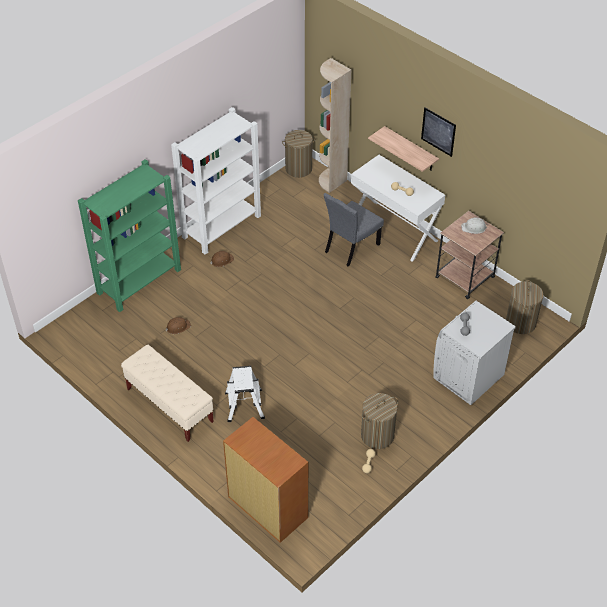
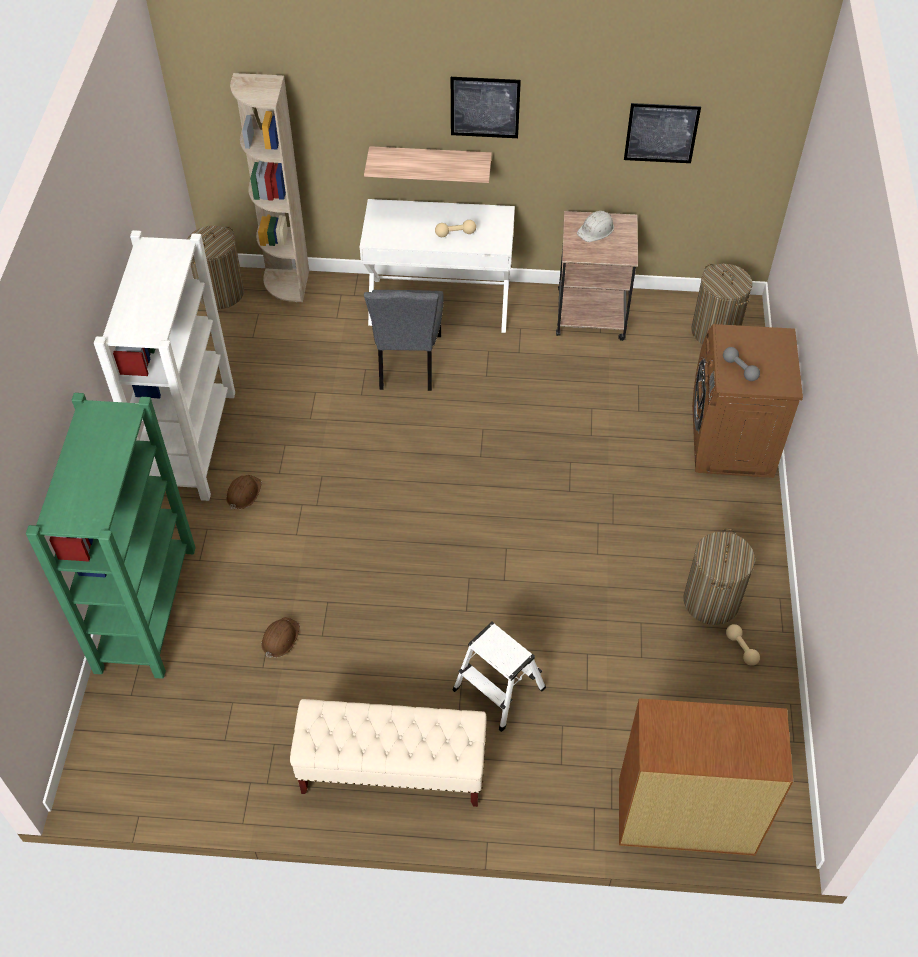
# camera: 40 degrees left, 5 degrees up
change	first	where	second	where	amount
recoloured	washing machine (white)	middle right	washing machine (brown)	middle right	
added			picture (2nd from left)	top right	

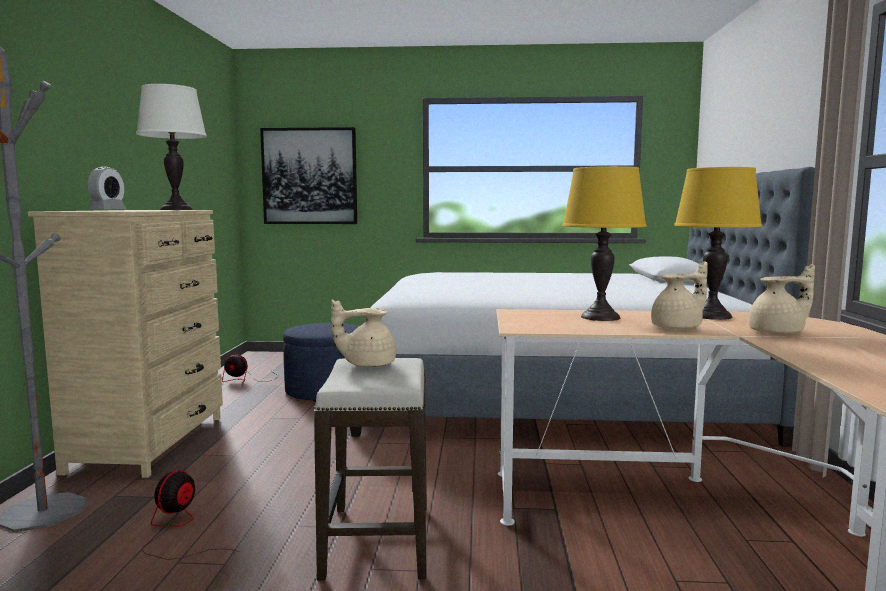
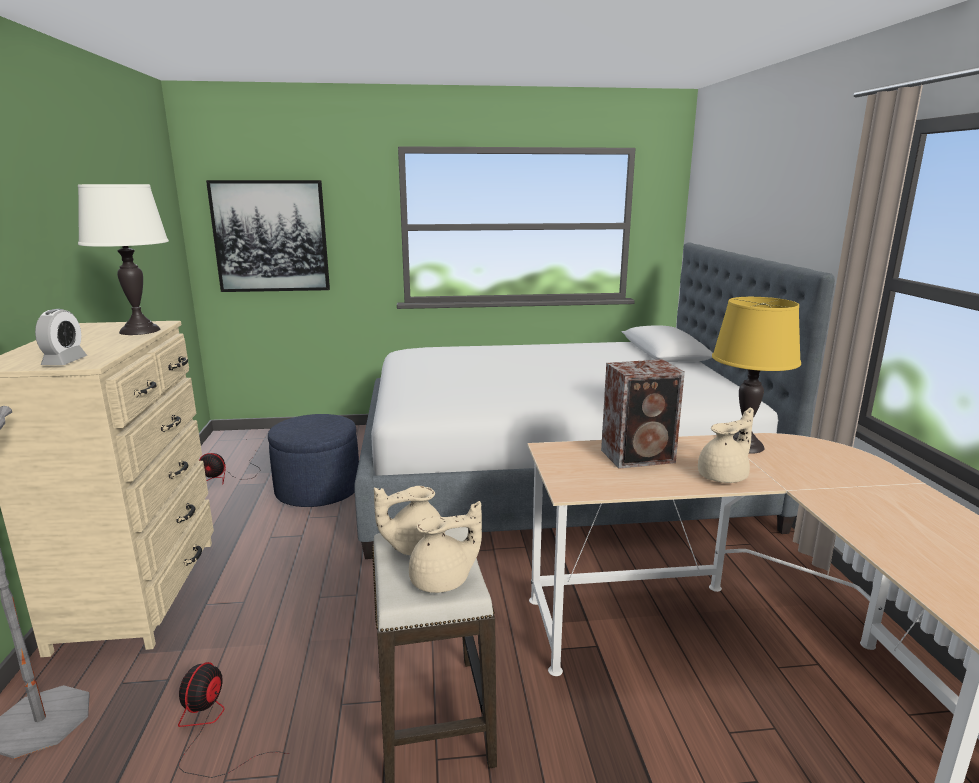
# camera: 10 degrees left, 10 degrees up
change	first	where	second	where	amount
replaced	table lamp (yellow) (1st from left)	middle right	speaker	centre	
moved	teapot (beige) (3rd from left in the first image)	middle right	teapot (beige) (2nd from left)	bottom centre	

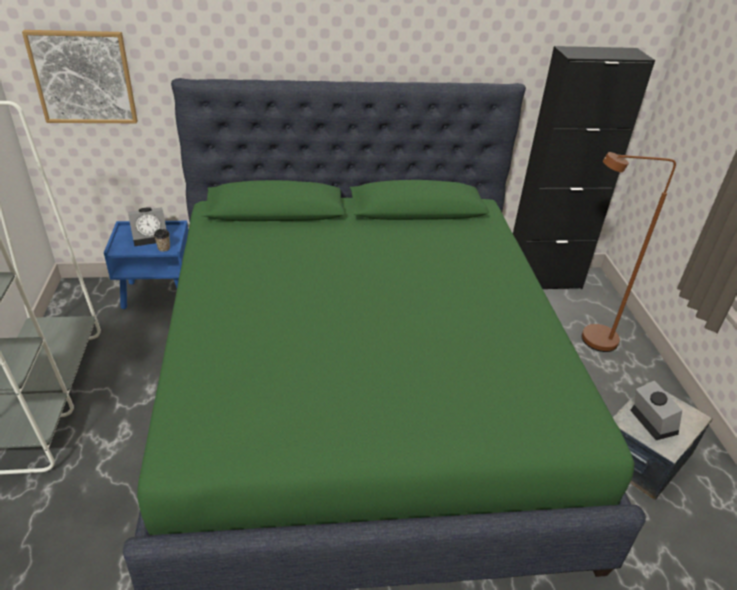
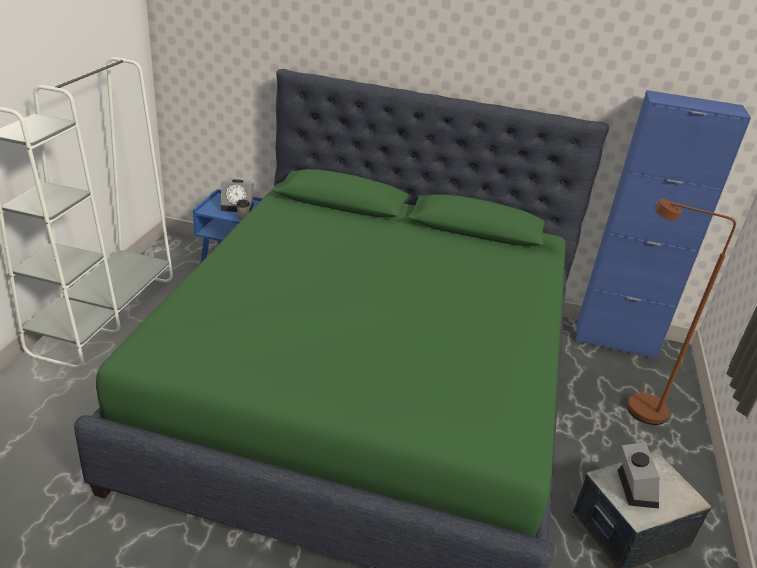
# camera: 20 degrees right, 5 degrees down
change	first	where	second	where	amount
removed	picture	top left			
recoloured	cabinet (black)	top right	cabinet (blue)	middle right	

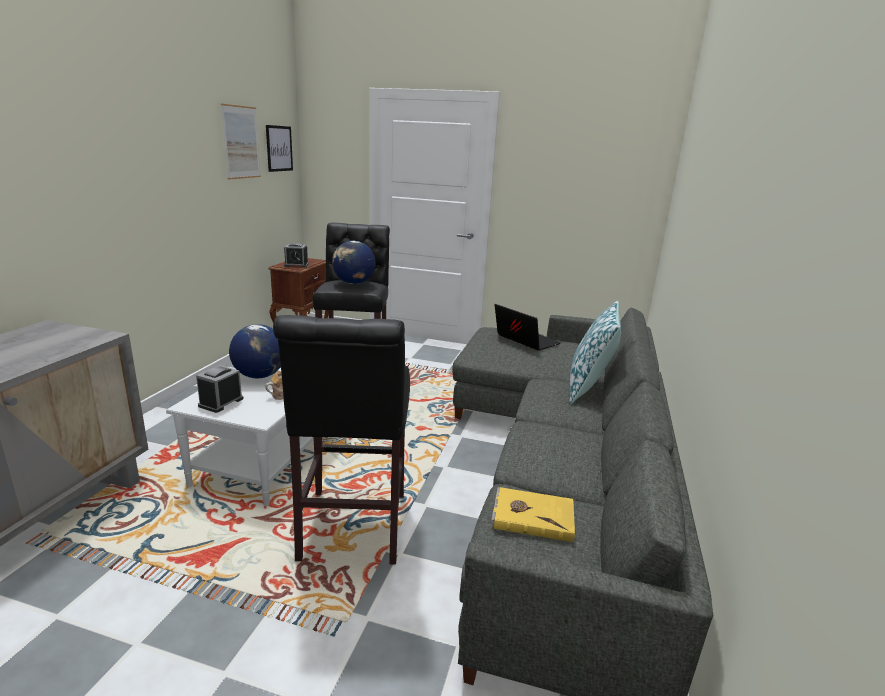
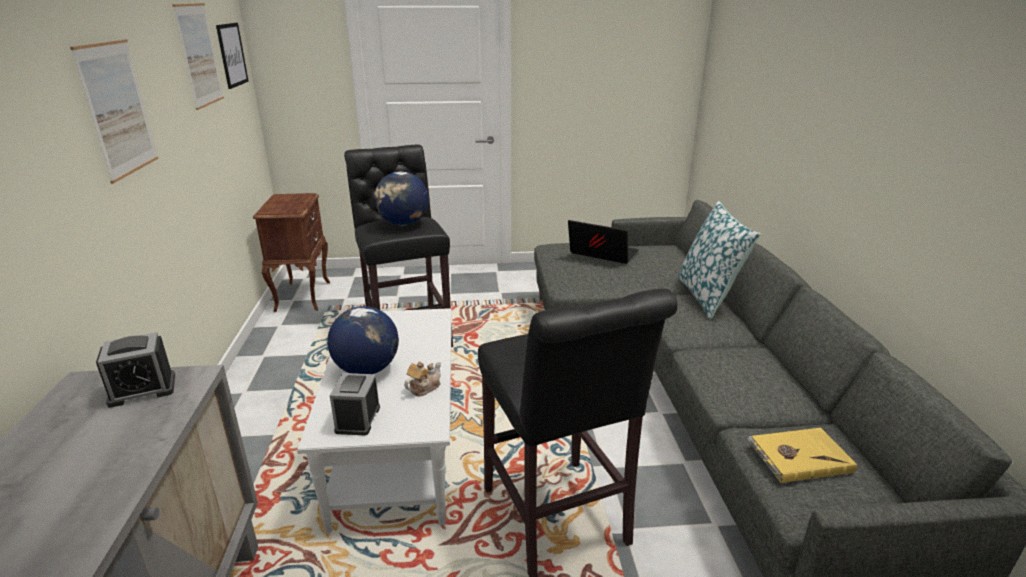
# camera: 20 degrees left, 5 degrees up
change	first	where	second	where	amount
moved	alarm clock (2nd from left in the first image)	centre	alarm clock (1st from left)	middle left	
added			picture (1st from left)	top left	

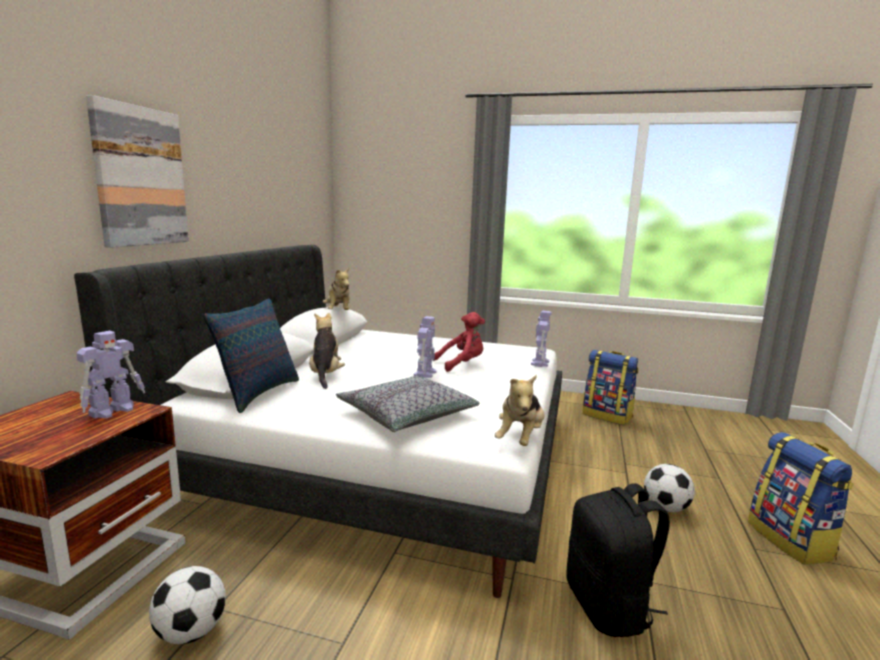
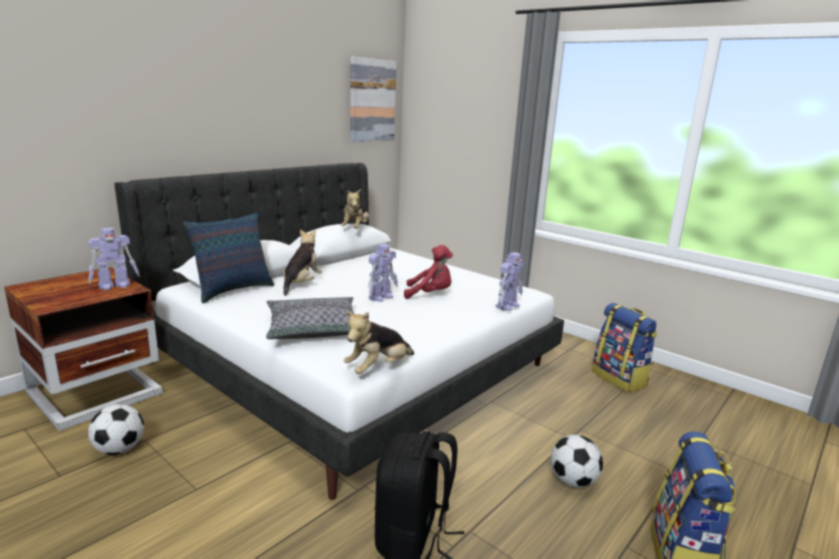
# camera: 25 degrees right, 5 degrees up
change	first	where	second	where	amount
moved	picture	top left		top centre	

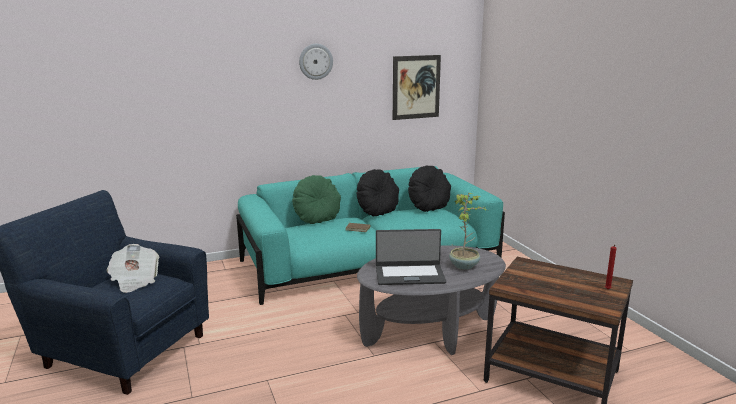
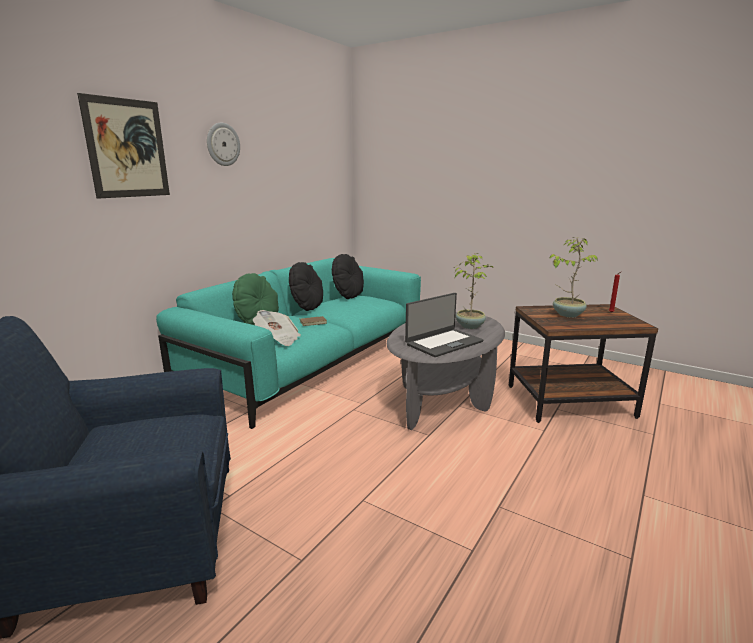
# camera: 35 degrees left, 0 degrees up
change	first	where	second	where	amount
moved	picture	top centre		top left	
moved	newspaper	middle left		centre	
added			potted plant (2nd from left)	middle right	

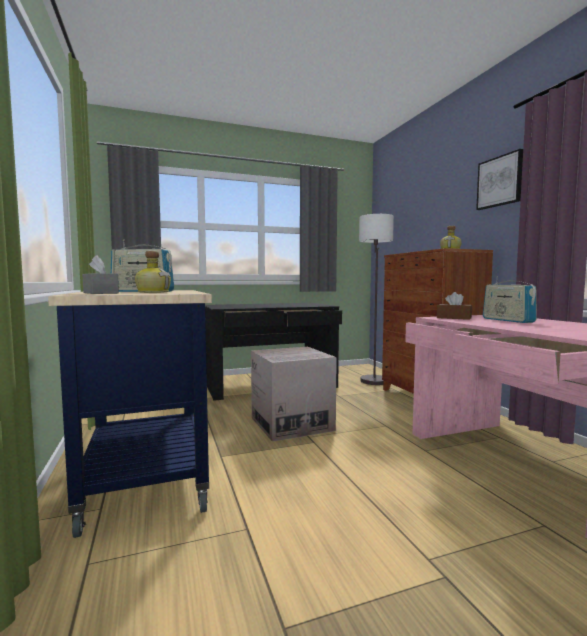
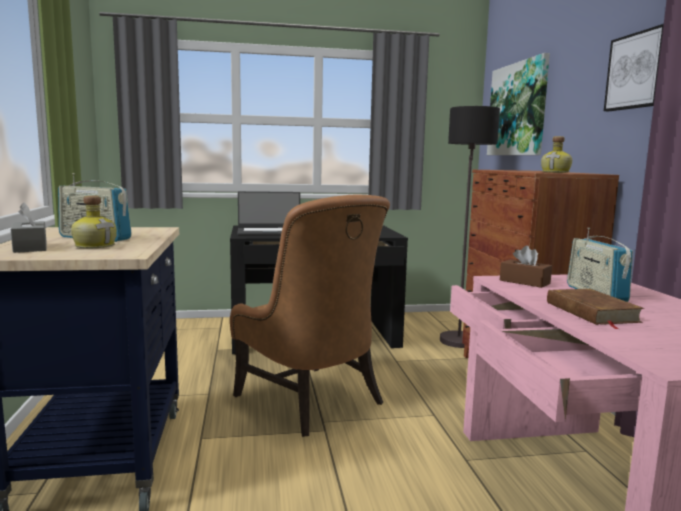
# camera: 10 degrees right, 5 degrees up
change	first	where	second	where	amount
recoloured	floor lamp (white)	centre	floor lamp (black)	middle right	
replaced	cardboard box	centre	chair (brown)	centre	
added			picture (1st from left)	top right	
added			laptop	centre	
added			book (brown)	middle right	

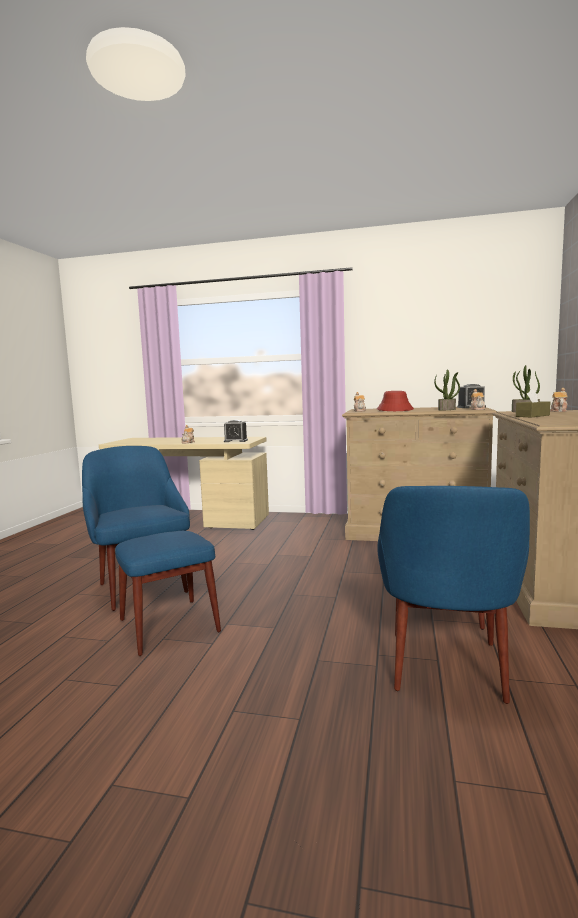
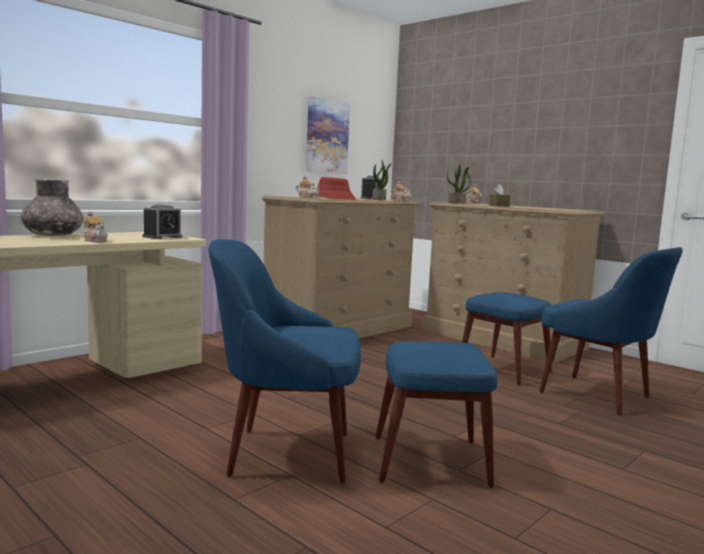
# camera: 60 degrees left, 0 degrees up
change	first	where	second	where	amount
added			picture	top centre	
added			vase (grey)	middle left	

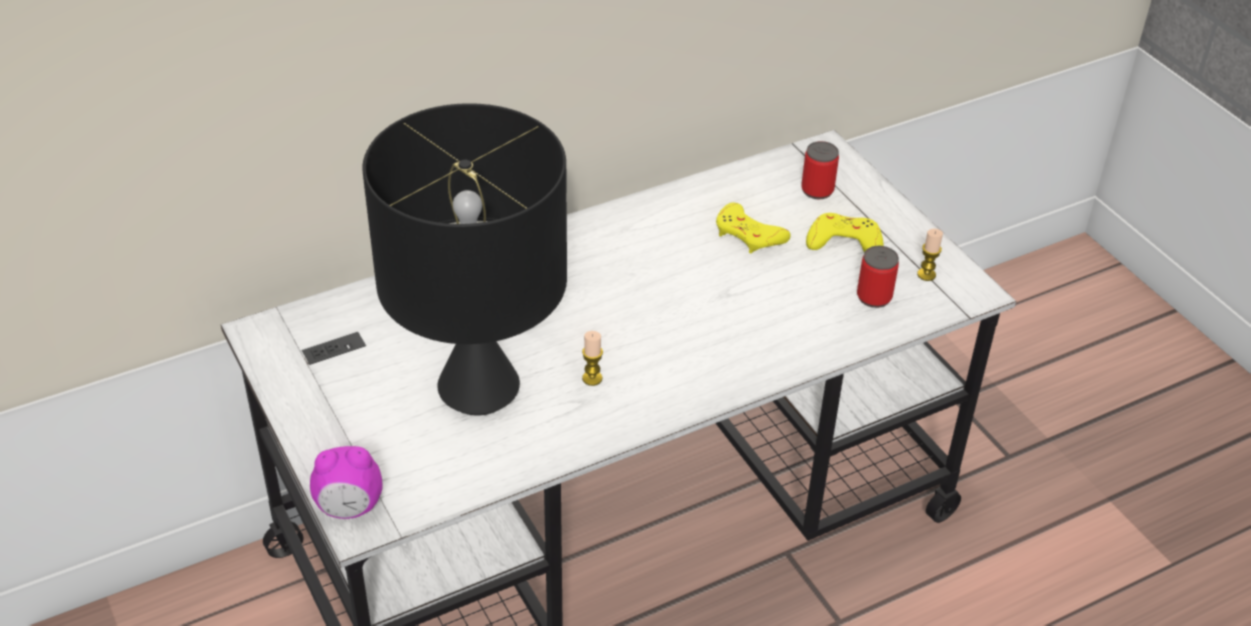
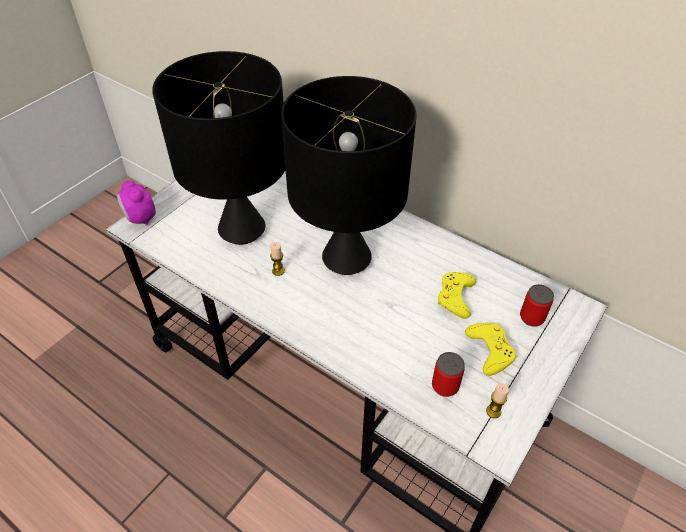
# camera: 65 degrees right, 5 degrees up
change	first	where	second	where	amount
added			table lamp (black) (2nd from left)	top centre	

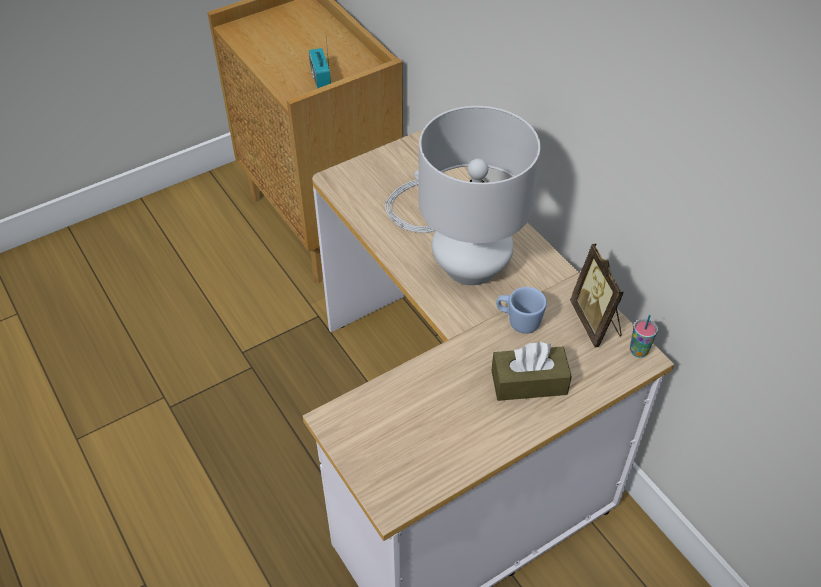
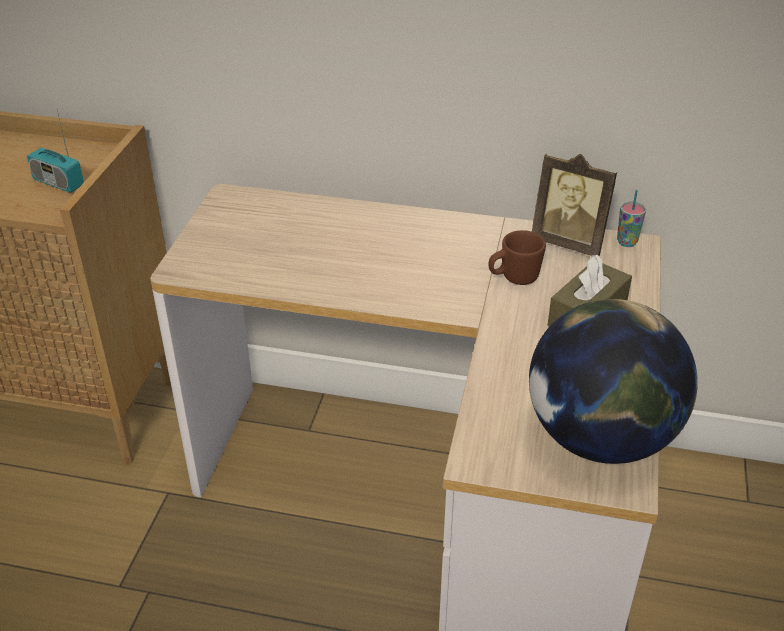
# camera: 45 degrees left, 10 degrees down
change	first	where	second	where	amount
removed	table lamp (white)	top centre			
recoloured	mug (blue)	centre	mug (brown)	centre	
added			globe	middle right	

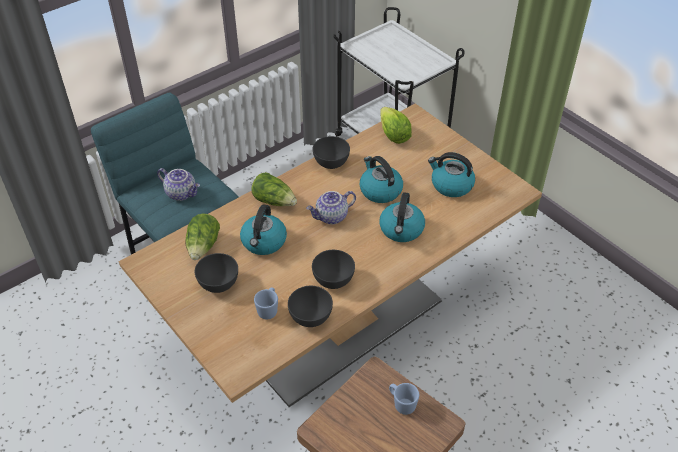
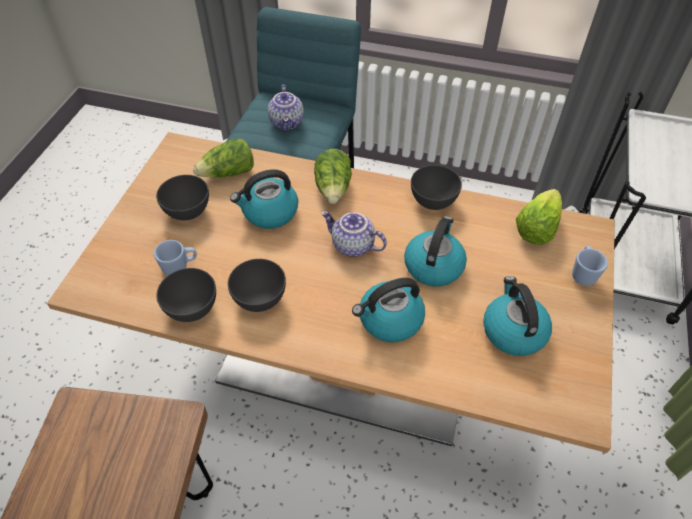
# camera: 55 degrees right, 5 degrees up
change	first	where	second	where	amount
moved	mug (blue) (2nd from left)	bottom centre		middle right	

